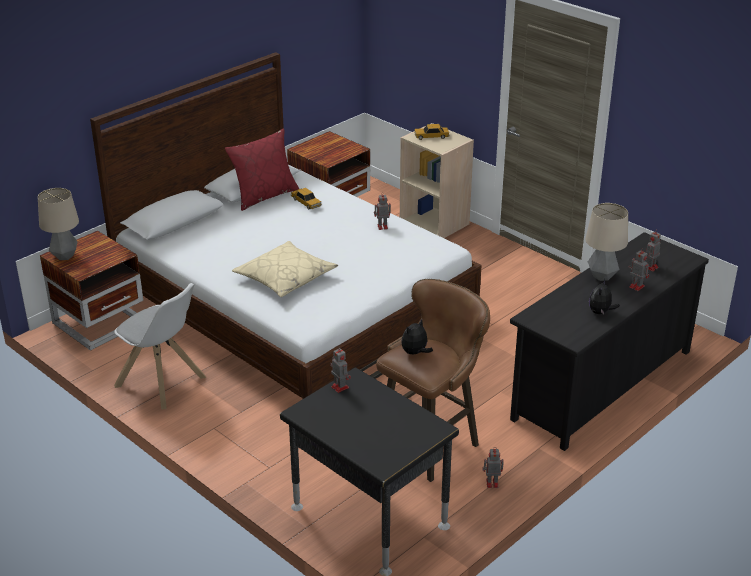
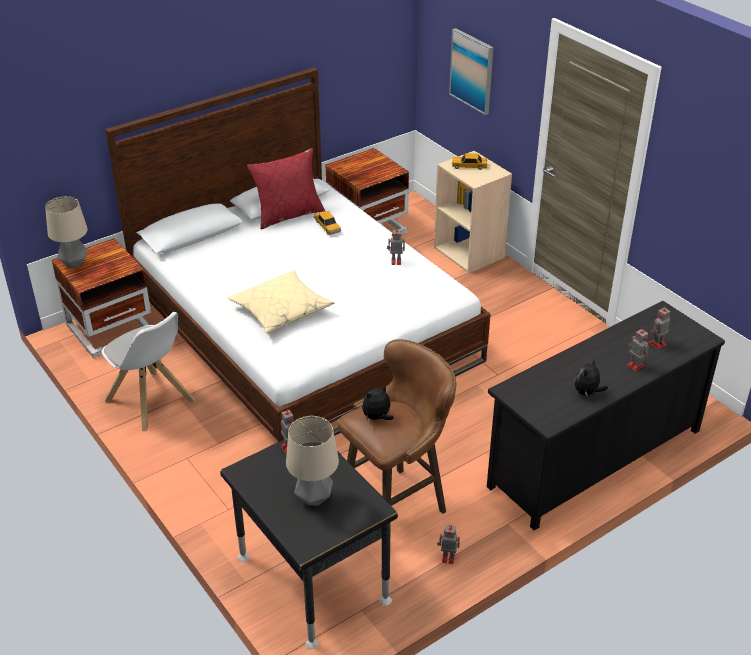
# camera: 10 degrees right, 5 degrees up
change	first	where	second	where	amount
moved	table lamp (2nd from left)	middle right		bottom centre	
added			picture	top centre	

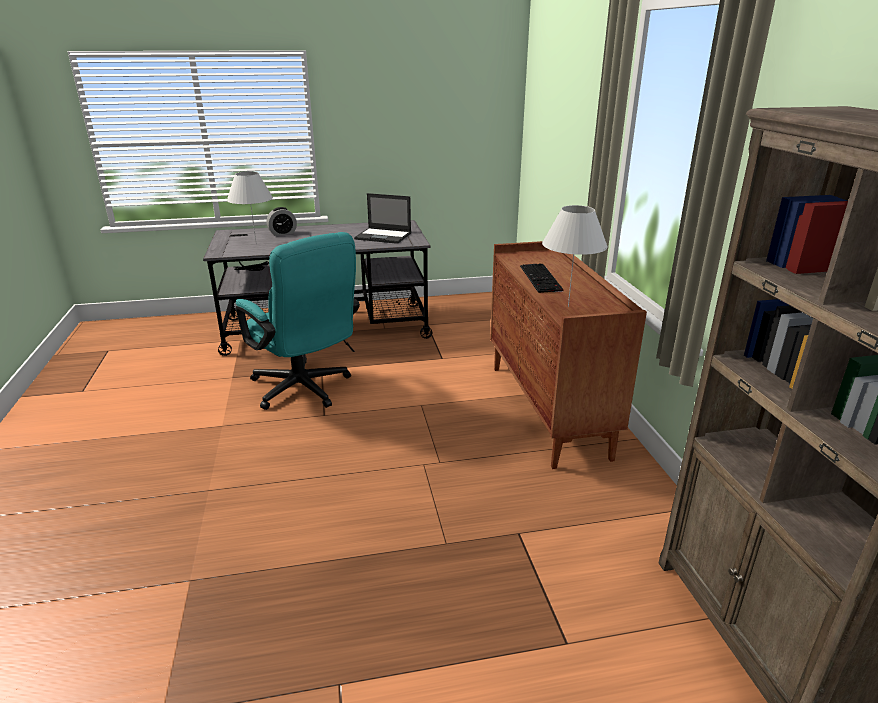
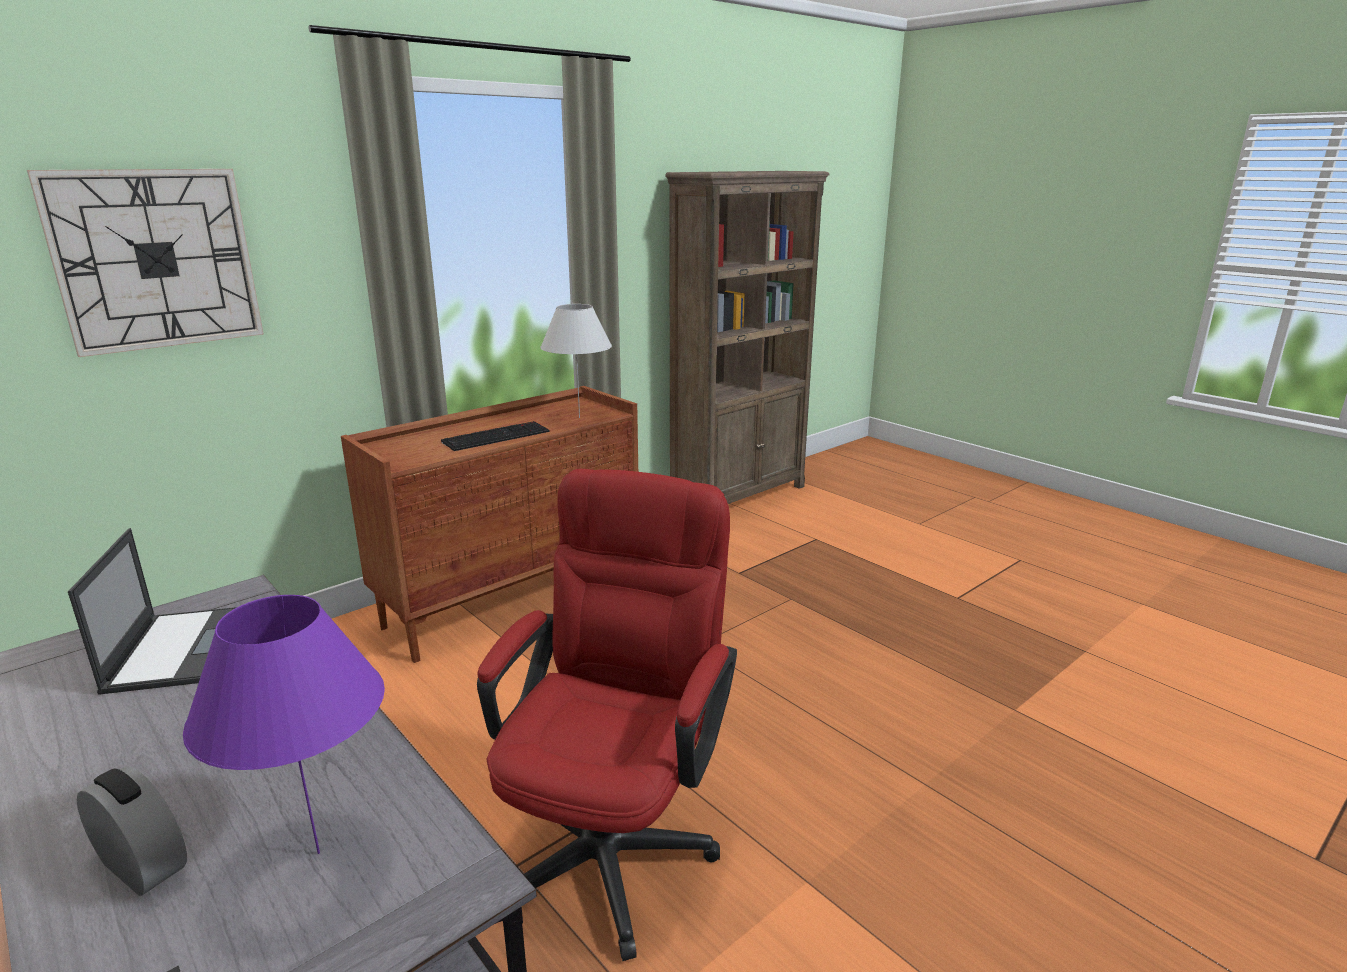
# camera: 120 degrees left, 5 degrees down
change	first	where	second	where	amount
recoloured	table lamp (white) (1st from left)	top left	table lamp (purple)	bottom left	
recoloured	office chair (turquoise)	centre	office chair (red)	bottom centre	
added			wall clock	top left	

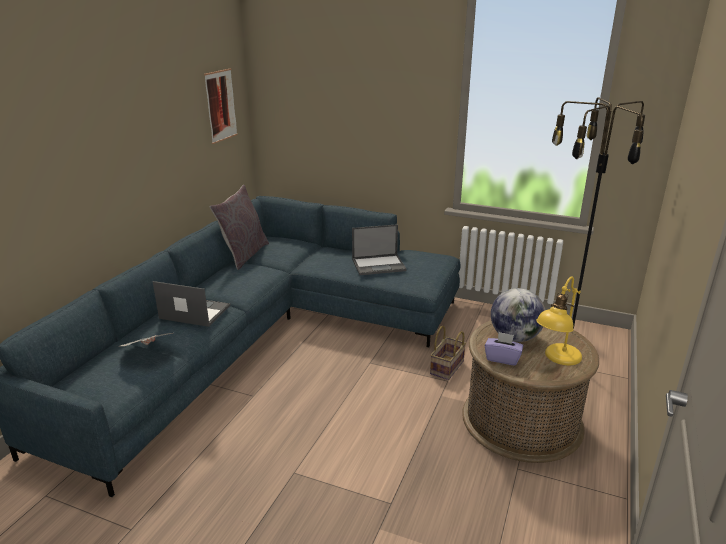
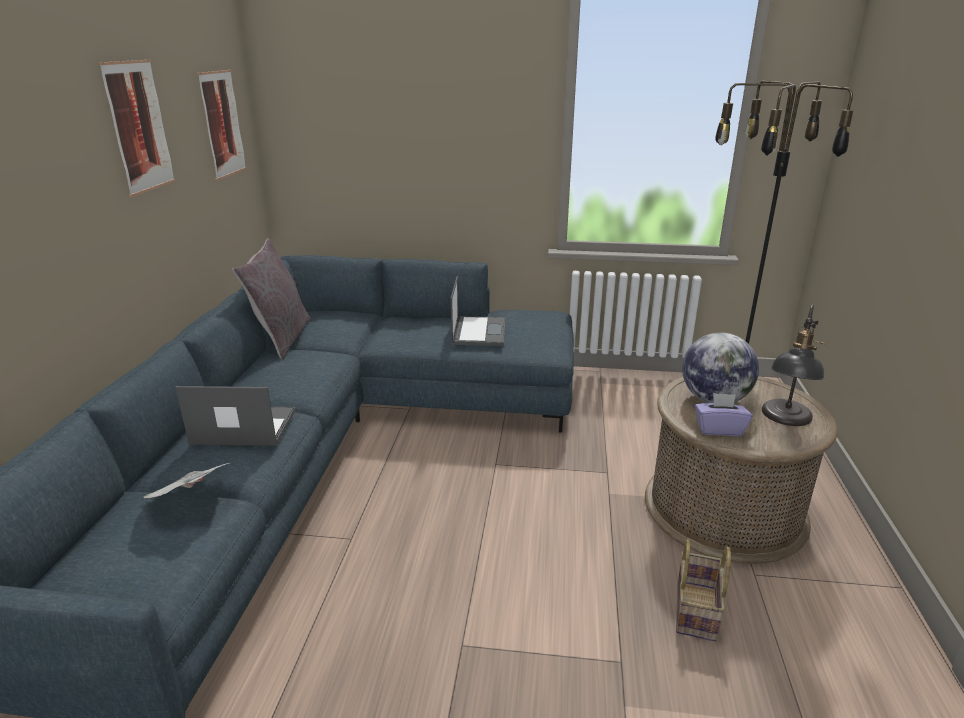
# camera: 15 degrees left, 0 degrees up
change	first	where	second	where	amount
turned	laptop (2nd from left)	centre		centre	60 degrees counterclockwise
recoloured	table lamp (yellow)	middle right	table lamp (grey)	middle right	
moved	basket	centre		bottom right	
added			picture (1st from left)	top left	

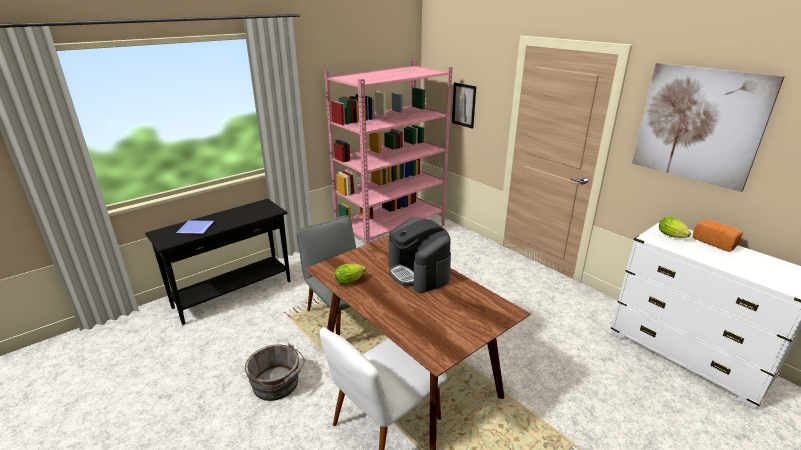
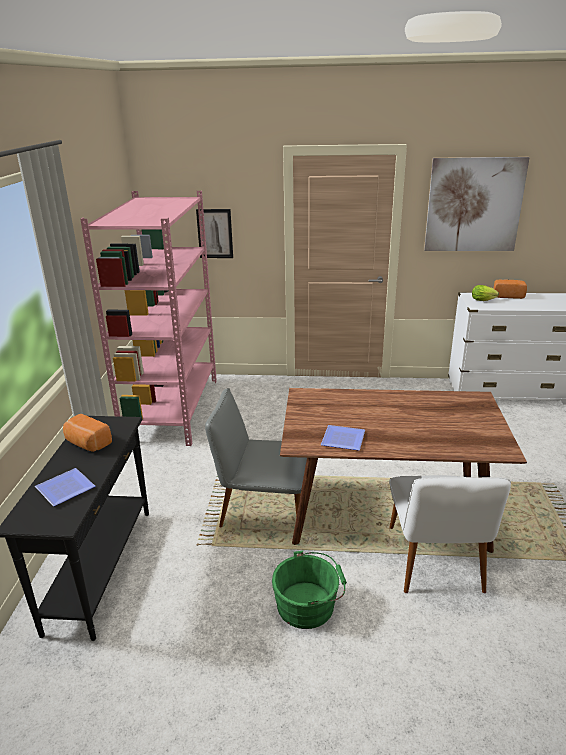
# camera: 45 degrees left, 0 degrees up
change	first	where	second	where	amount
removed	coffee machine	centre			
replaced	lettuce (1st from left)	centre	plate (2nd from left)	centre	
recoloured	bucket (grey)	bottom centre	bucket (green)	bottom centre	
added			bread (1st from left)	middle left	

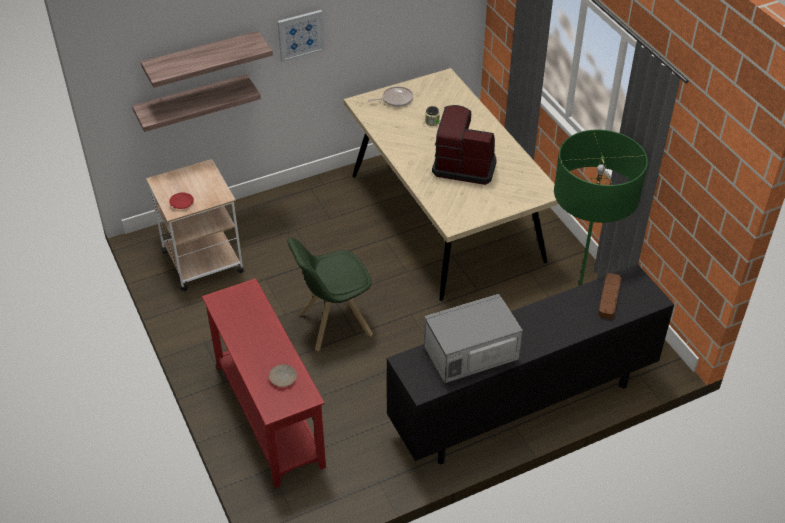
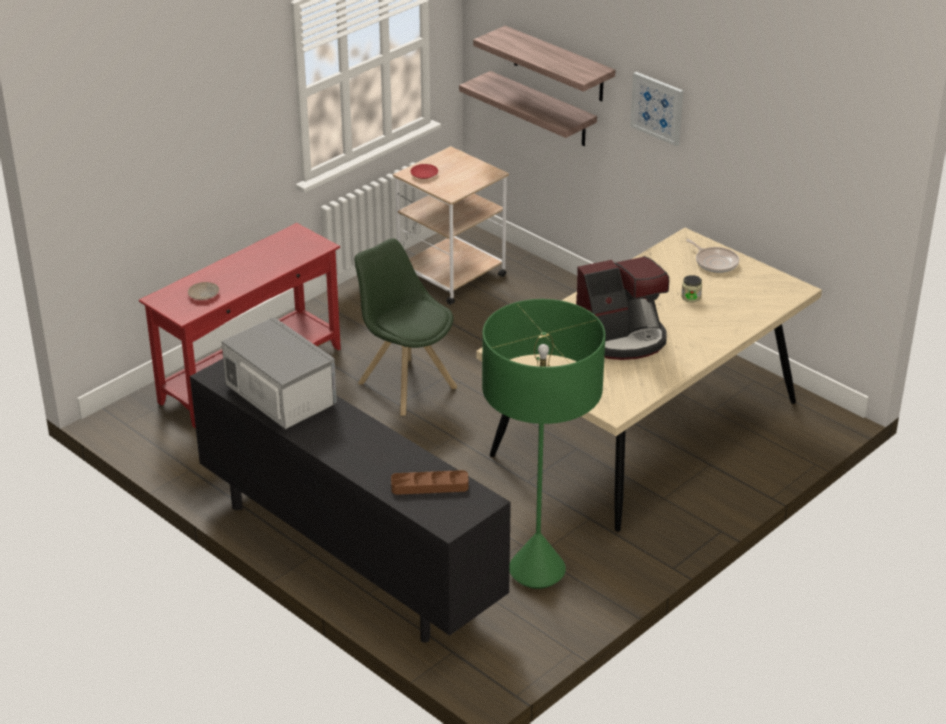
# camera: 70 degrees right, 10 degrees down
change	first	where	second	where	amount
turned	coffee machine	top centre		centre	75 degrees clockwise

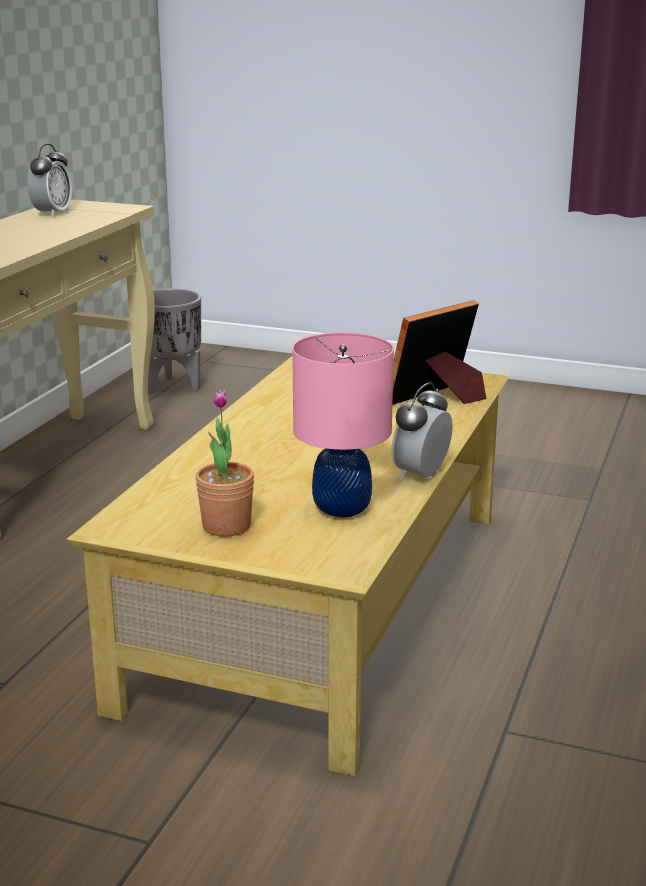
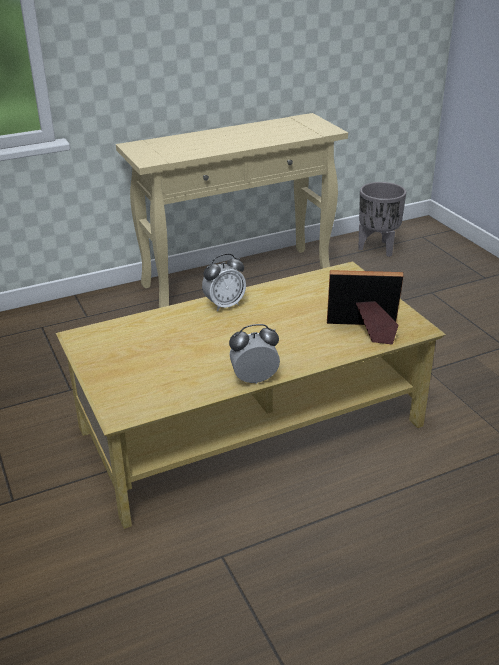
# camera: 45 degrees right, 10 degrees up
change	first	where	second	where	amount
moved	alarm clock (1st from left)	top left		centre	
removed	table lamp (pink)	centre			
removed	potted plant	centre			

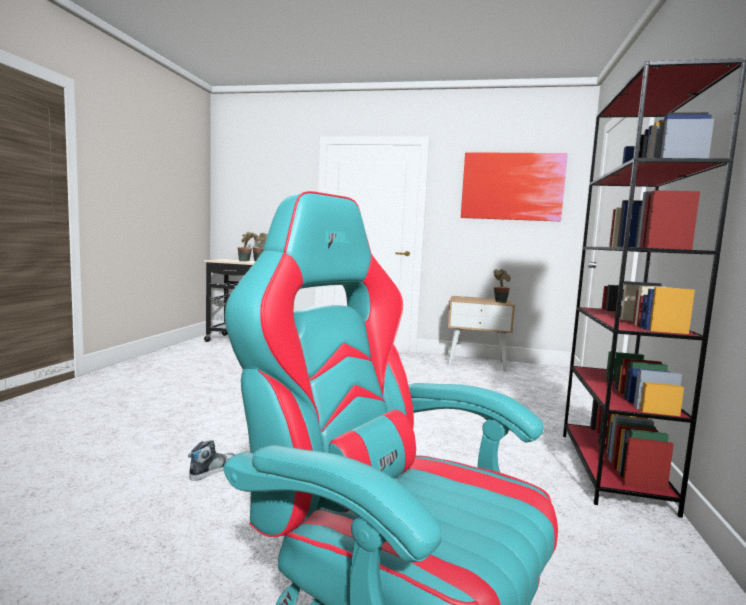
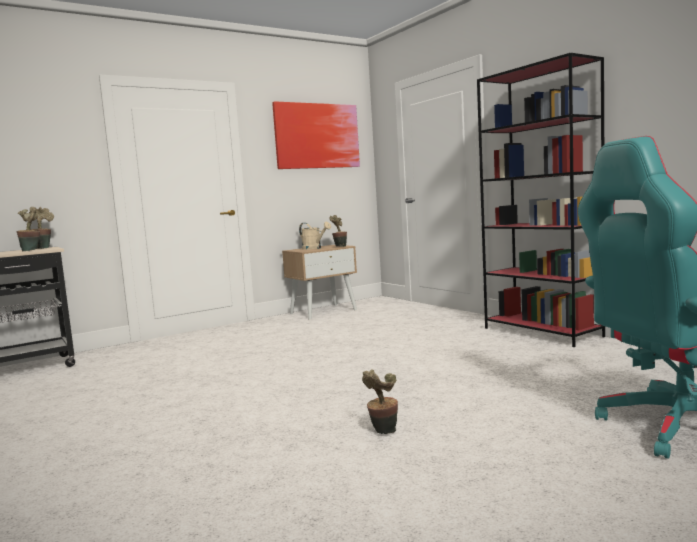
# camera: 45 degrees left, 0 degrees up
change	first	where	second	where	amount
replaced	shoe	bottom left	potted plant (4th from left)	bottom centre	
added			watering can (beige)	centre	

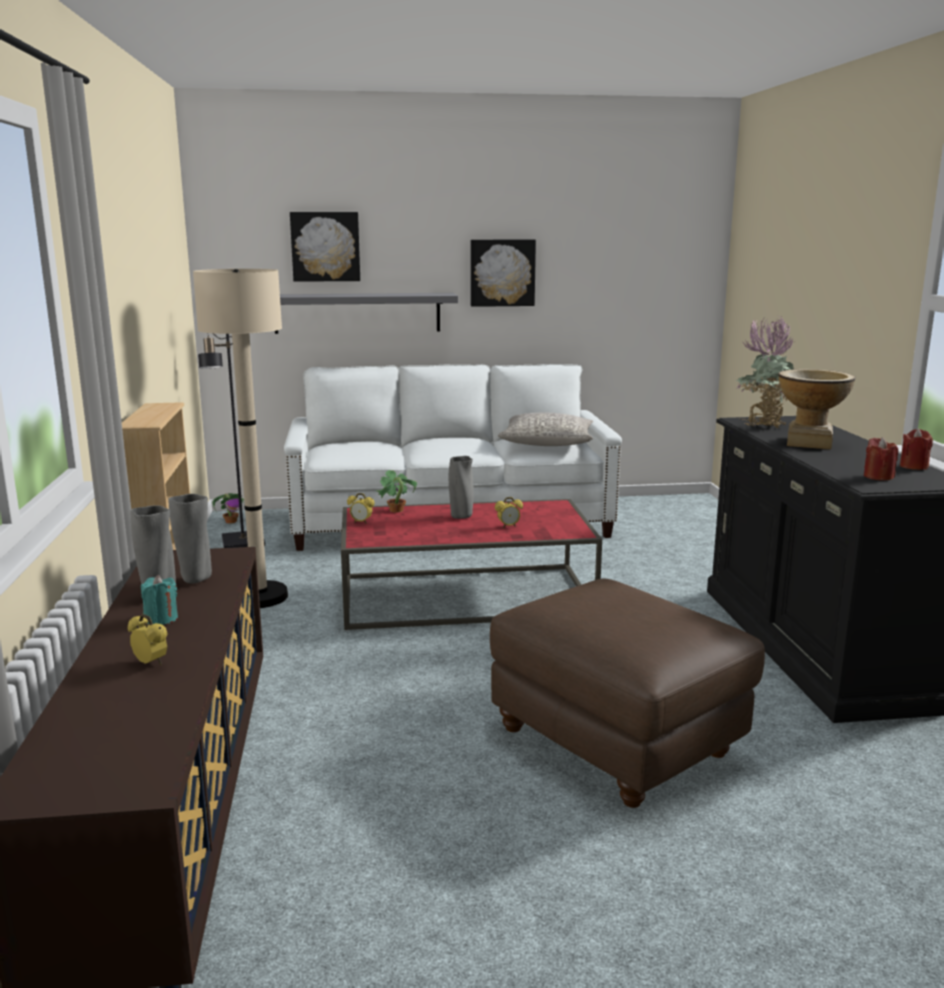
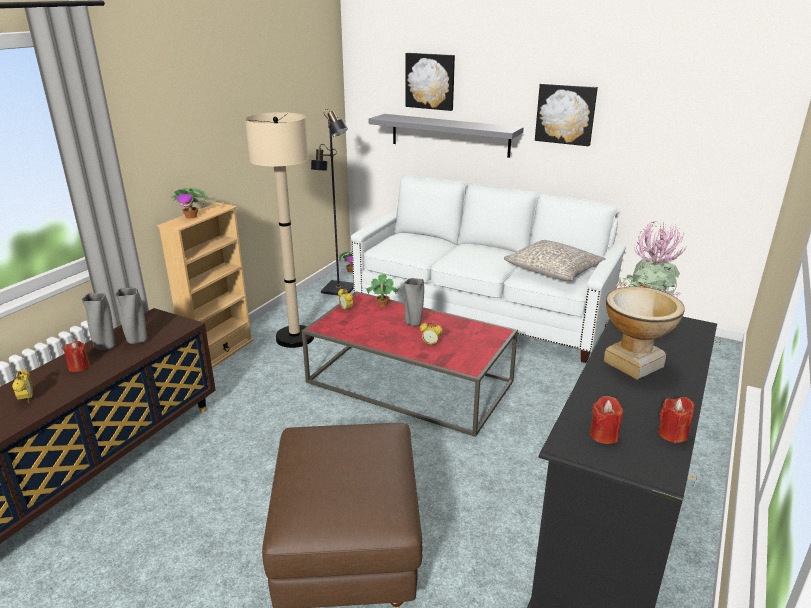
# camera: 35 degrees right, 10 degrees up
change	first	where	second	where	amount
recoloured	candle (turquoise)	middle left	candle (red) (1st from left)	middle left	
added			potted plant (1st from left)	top left	

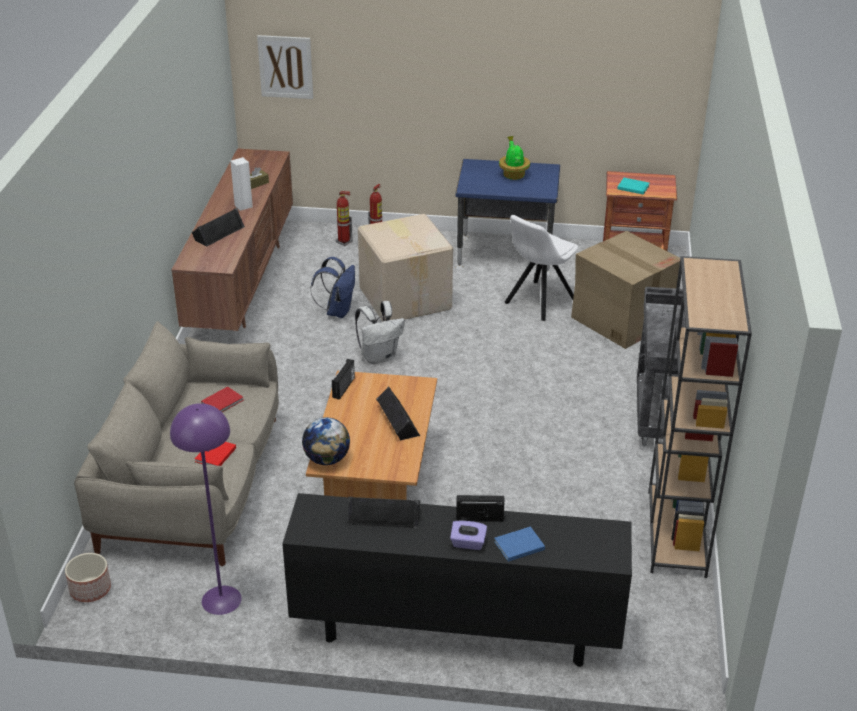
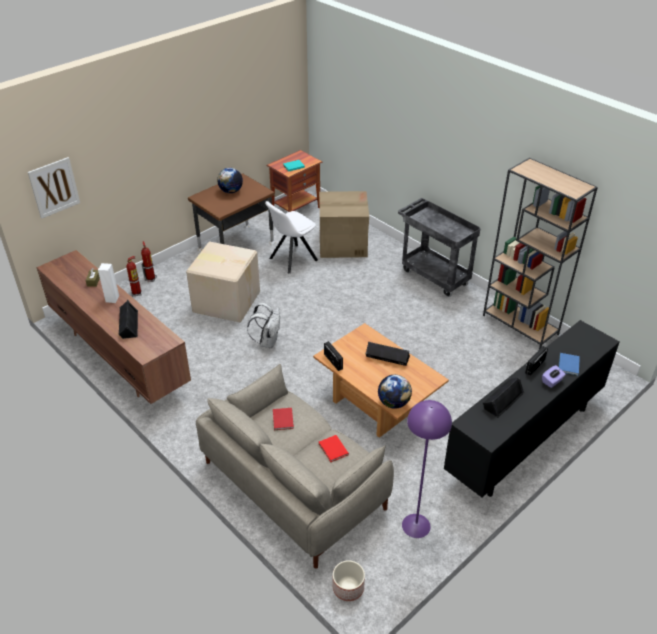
# camera: 50 degrees left, 5 degrees up
change	first	where	second	where	amount
replaced	potted plant	top centre	globe (1st from left)	top centre	
recoloured	desk (blue)	top centre	desk (brown)	centre	
turned	chair (white)	centre		centre	60 degrees clockwise
removed	backpack (blue)	centre			

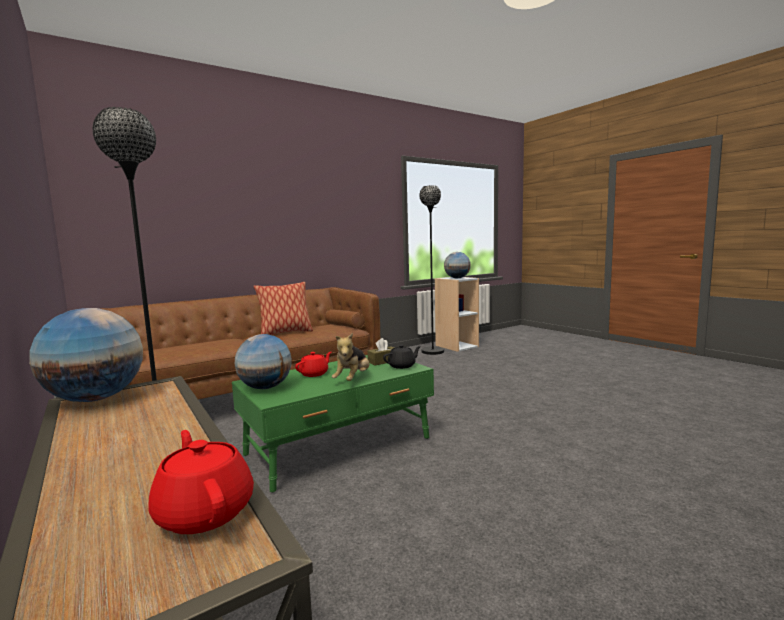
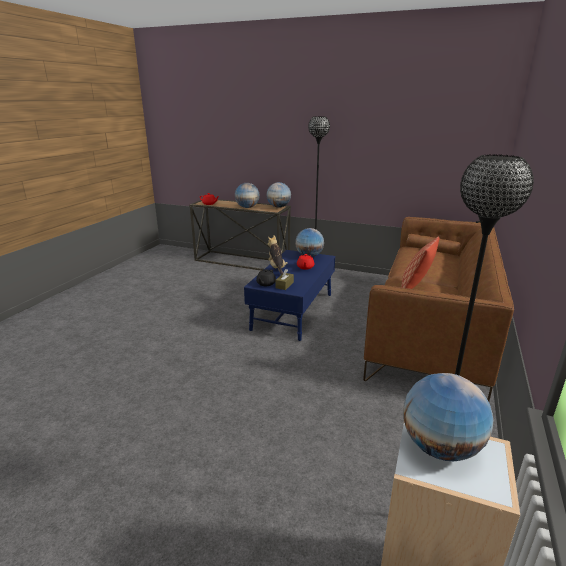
# camera: 145 degrees right, 15 degrees up
change	first	where	second	where	amount
recoloured	coffee table (green)	bottom centre	coffee table (blue)	centre	
added			globe (1st from left)	centre	

